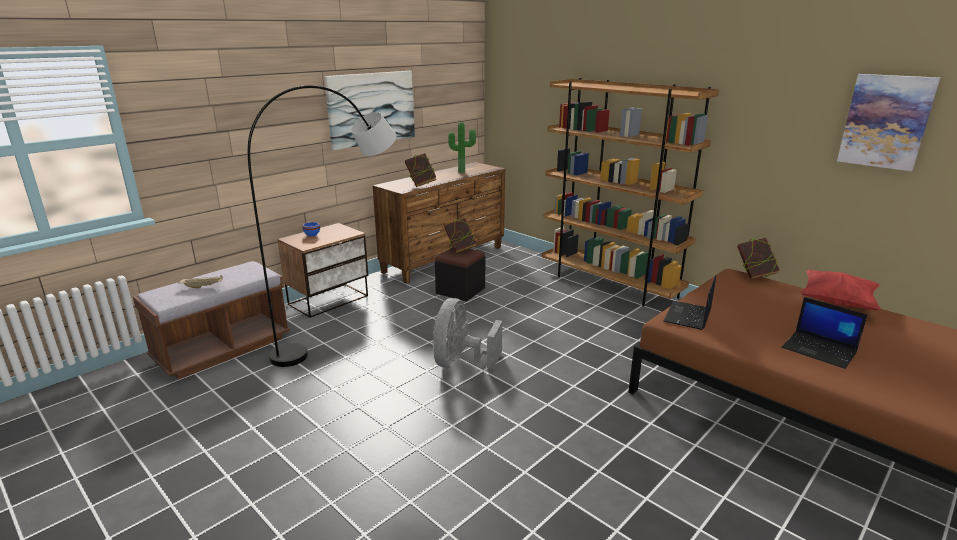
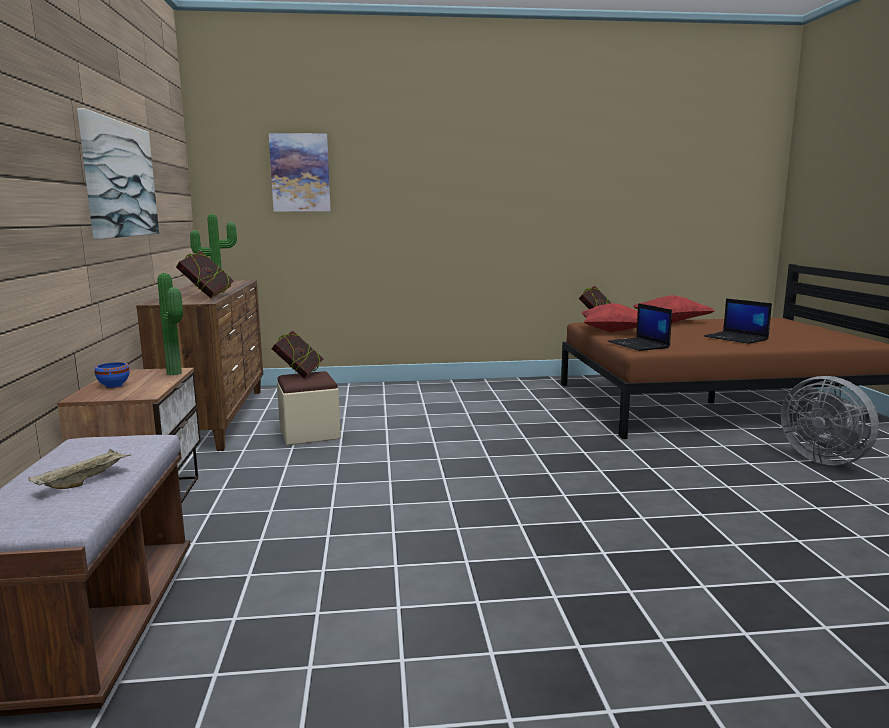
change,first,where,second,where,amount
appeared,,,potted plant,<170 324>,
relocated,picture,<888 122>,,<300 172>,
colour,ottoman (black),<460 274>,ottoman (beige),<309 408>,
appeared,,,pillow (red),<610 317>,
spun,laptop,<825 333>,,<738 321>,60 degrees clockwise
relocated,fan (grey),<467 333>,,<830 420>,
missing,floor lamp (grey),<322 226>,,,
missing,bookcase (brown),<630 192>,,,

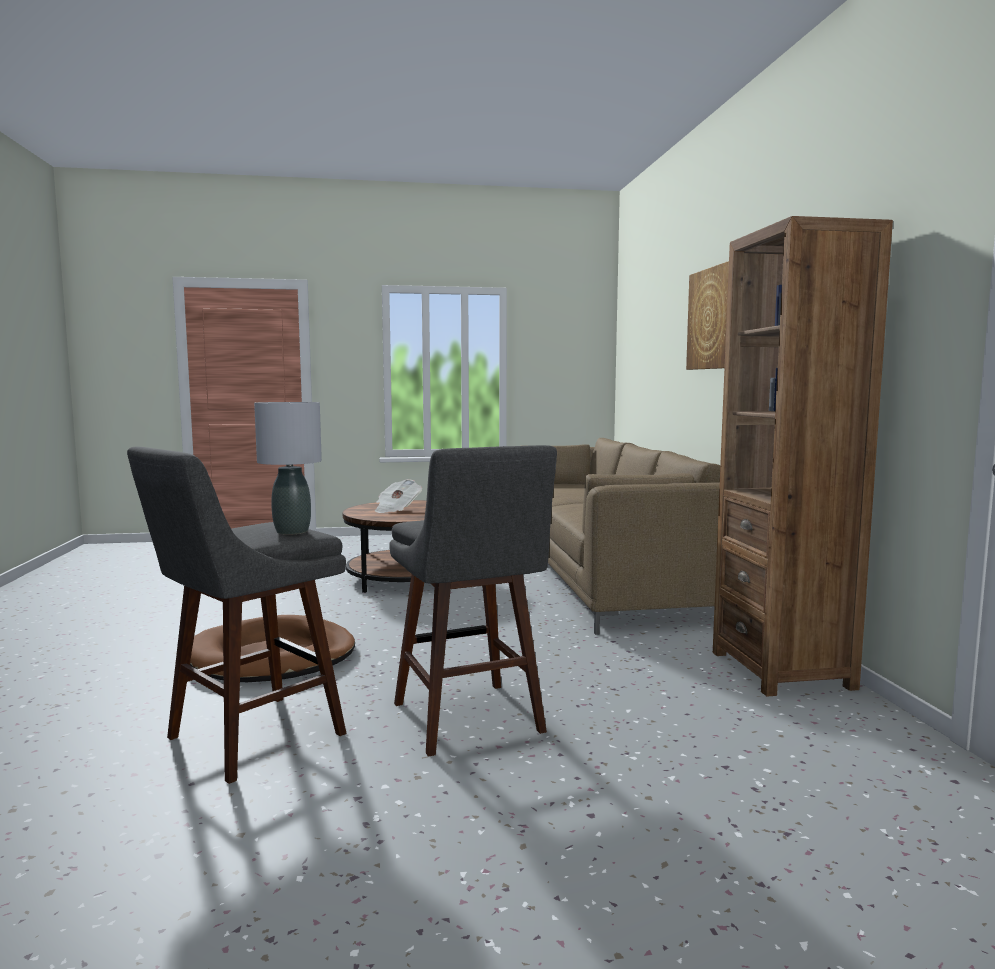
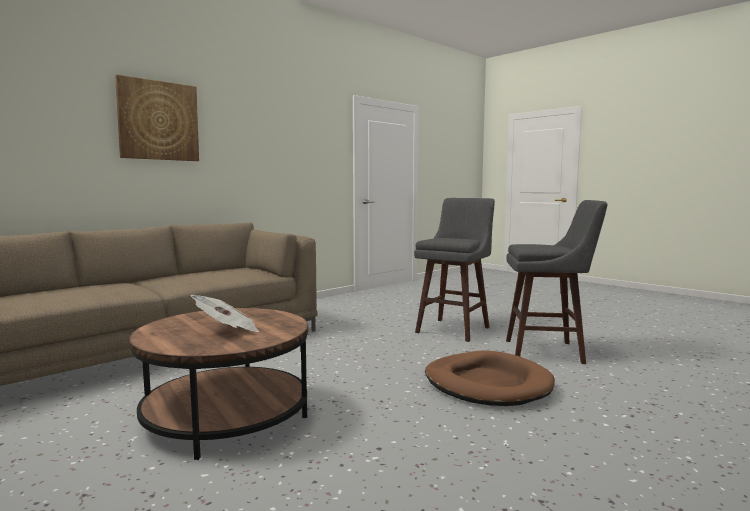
change,first,where,second,where,amount
missing,table lamp (grey),<288 468>,,,
missing,bookcase (brown),<803 456>,,,

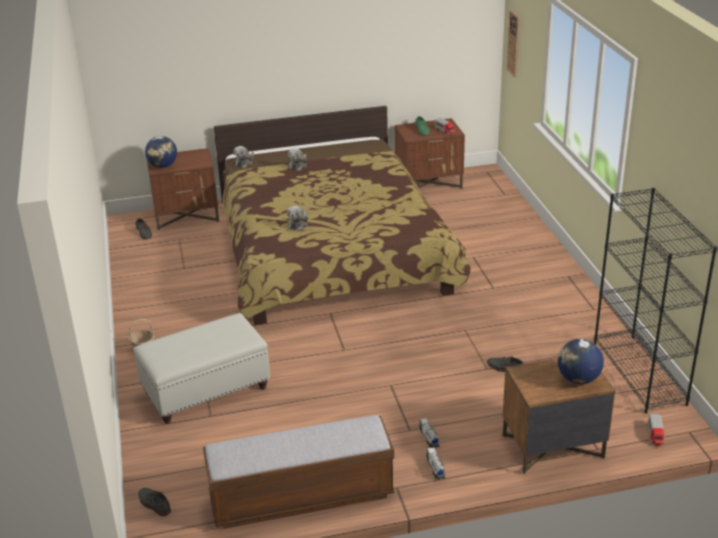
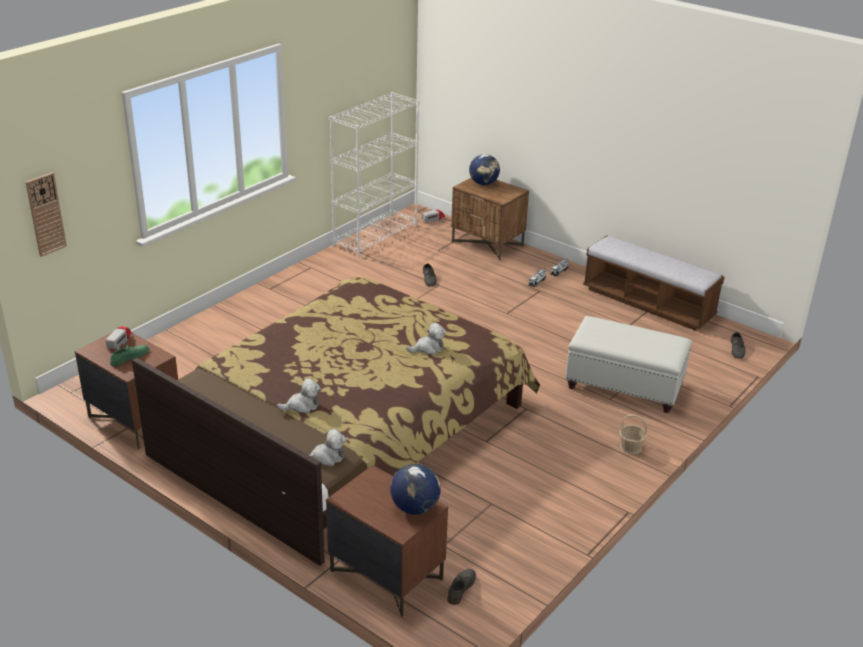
change,first,where,second,where,amount
colour,bookcase (black),<655 301>,bookcase (white),<374 174>,

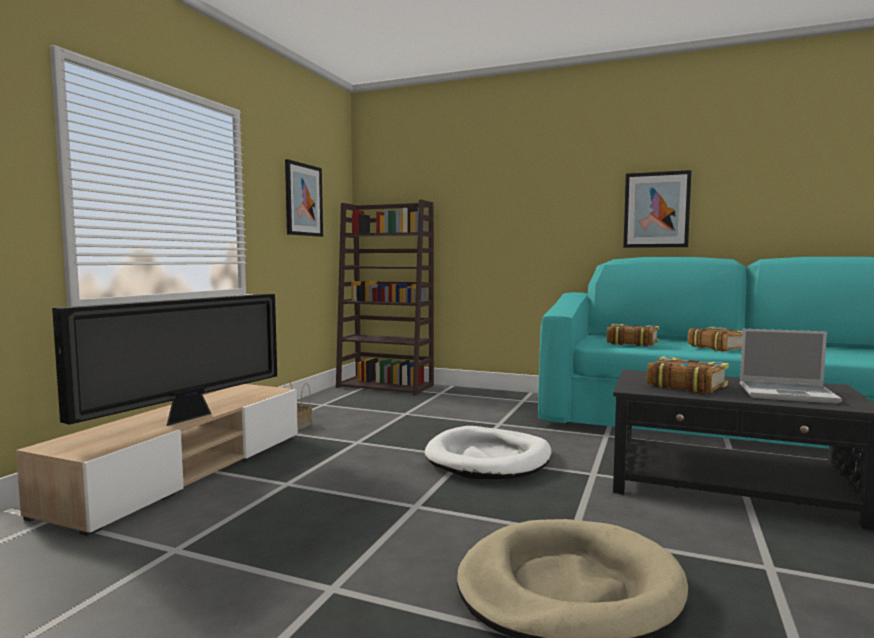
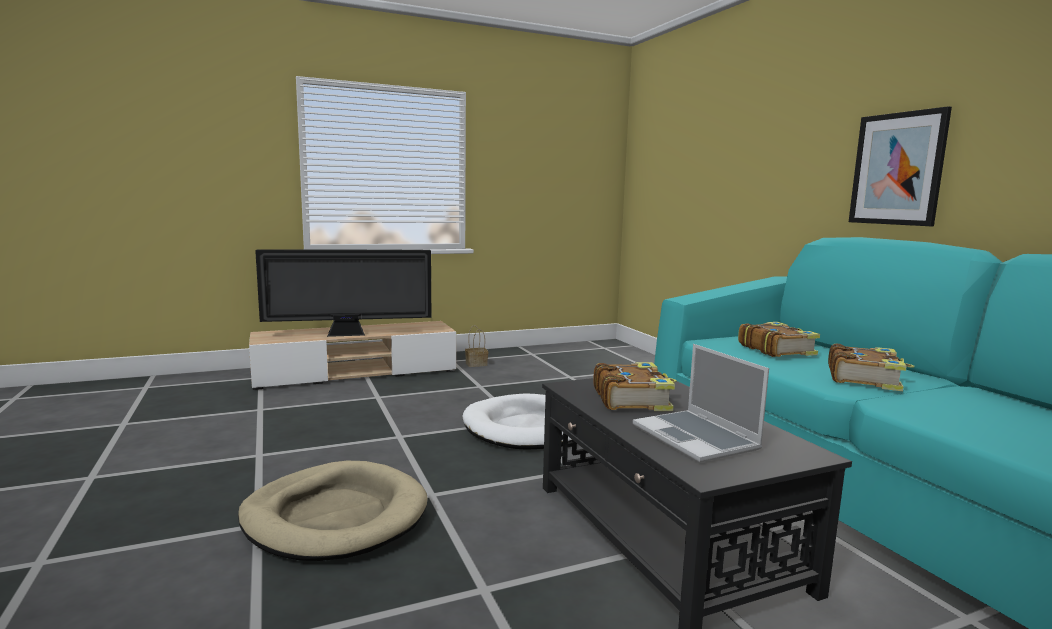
change,first,where,second,where,amount
missing,picture,<304 198>,,,
missing,bookcase (brown),<385 297>,,,

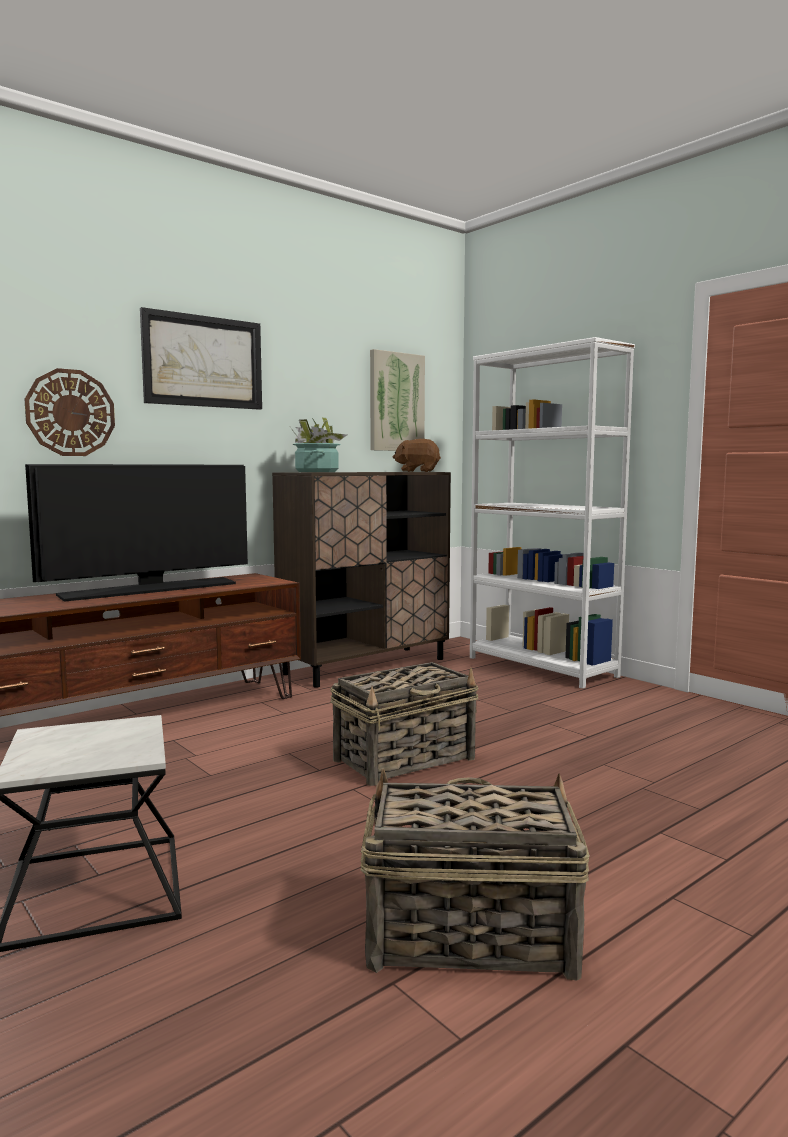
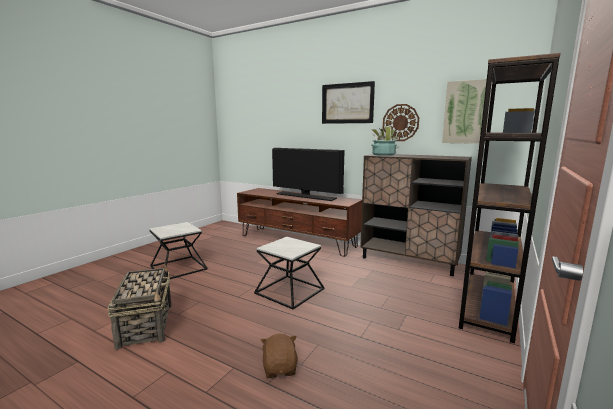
change,first,where,second,where,amount
exchanged,basket,<404 724>,side table,<289 273>,
relocated,plush toy (brown),<417 455>,,<279 356>,
relocated,wall clock,<69 412>,,<401 122>,
colour,bookcase (white),<552 513>,bookcase (brown),<510 198>,

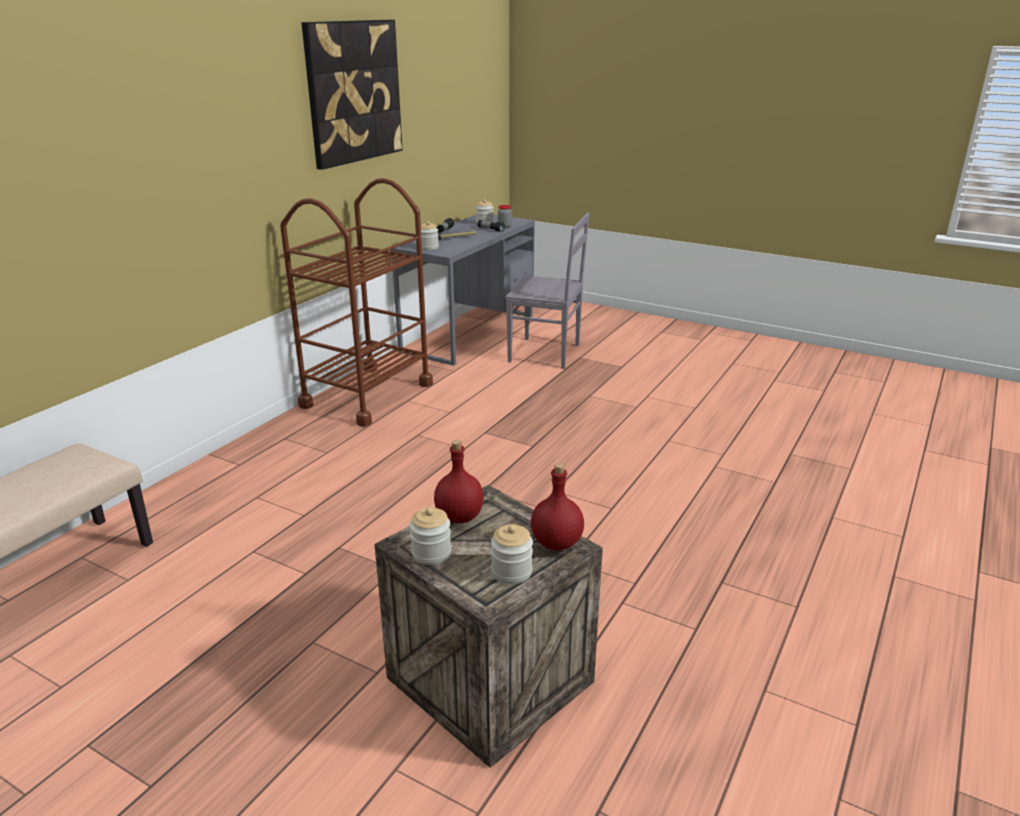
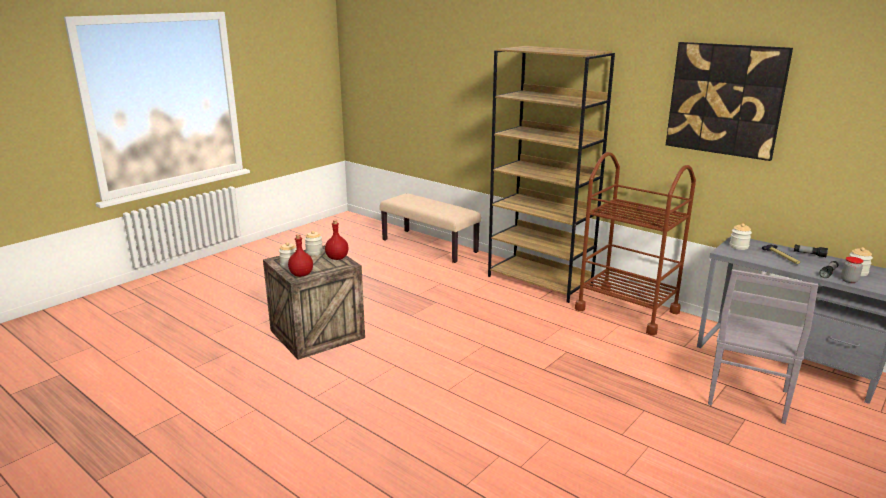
change,first,where,second,where,amount
appeared,,,bookcase (brown),<551 174>,

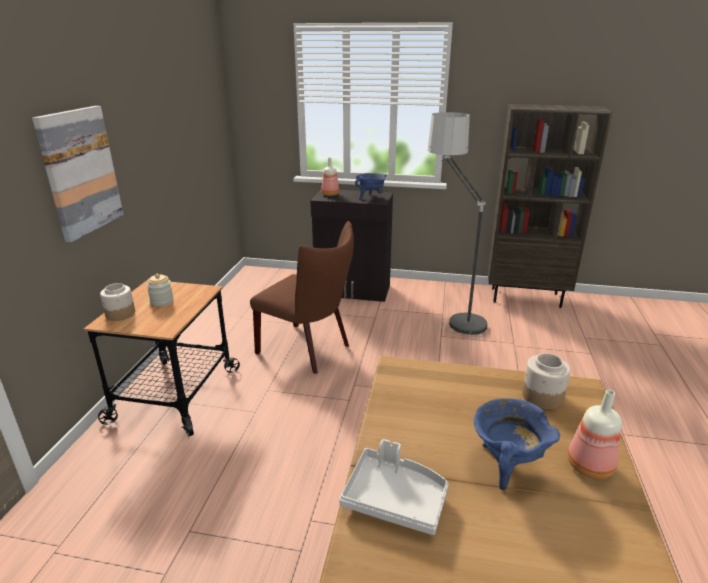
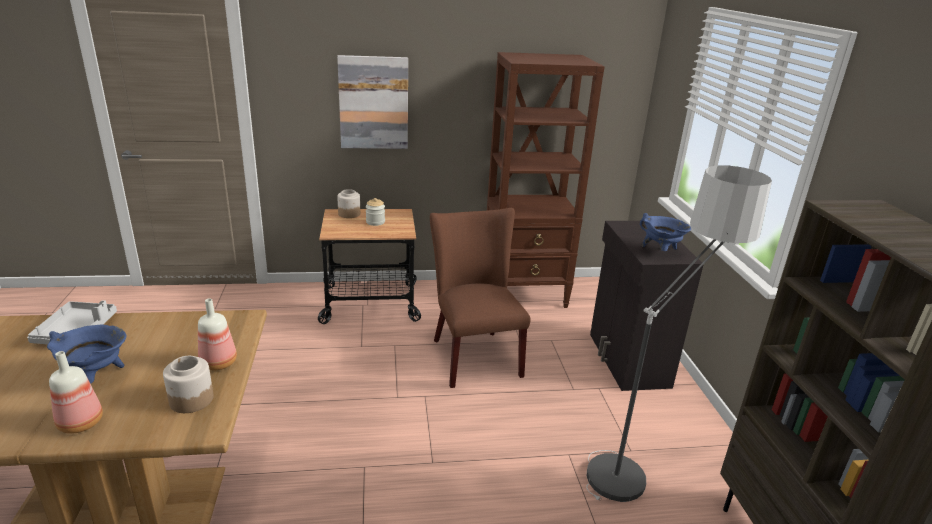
change,first,where,second,where,amount
relocated,bottle,<330 177>,,<217 334>,
spun,chair (brown),<302 297>,,<480 298>,150 degrees clockwise
appeared,,,bookcase (brown),<546 180>,

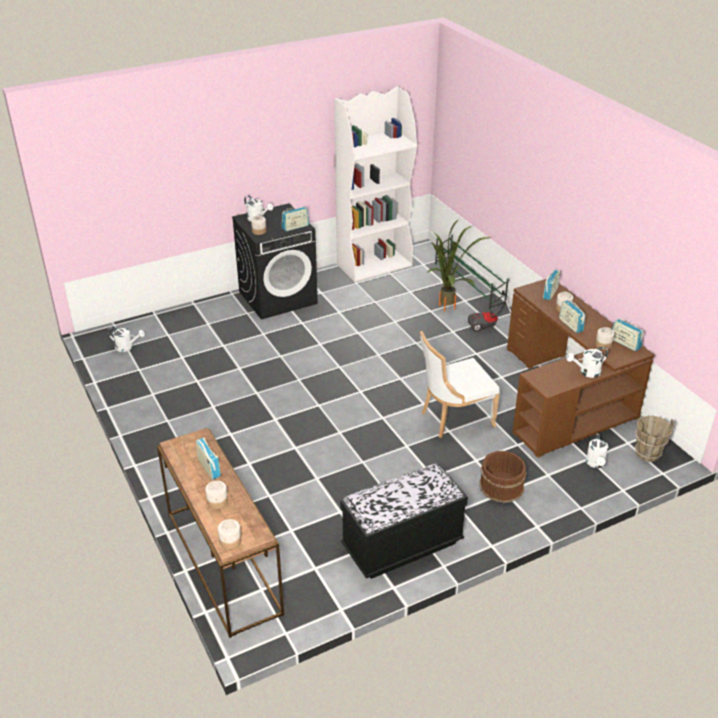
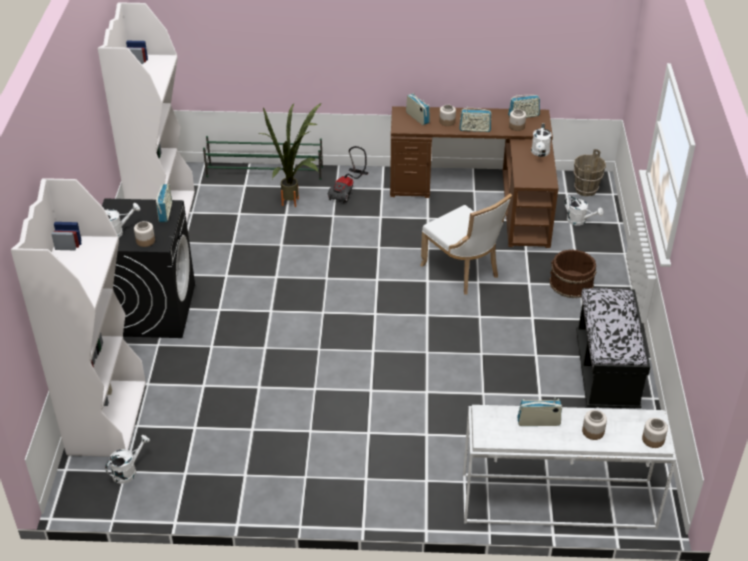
change,first,where,second,where,amount
appeared,,,bookcase (white),<78 317>,
spun,chair (white),<460 384>,,<466 244>,45 degrees counterclockwise
colour,console table (brown),<220 533>,console table (white),<569 467>,

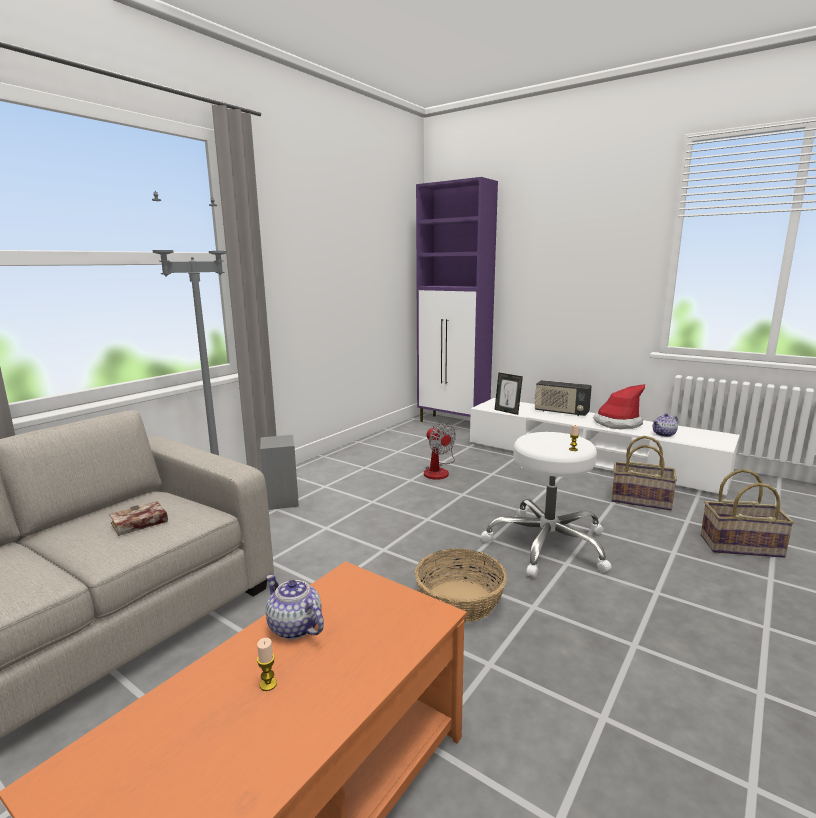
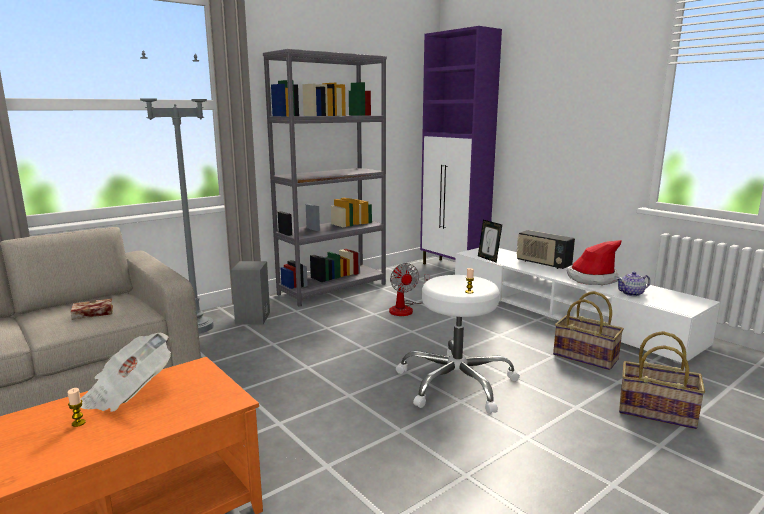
change,first,where,second,where,amount
exchanged,teapot,<295 607>,newspaper,<126 372>,
appeared,,,bookcase (grey),<325 178>,
missing,basket,<461 586>,,,

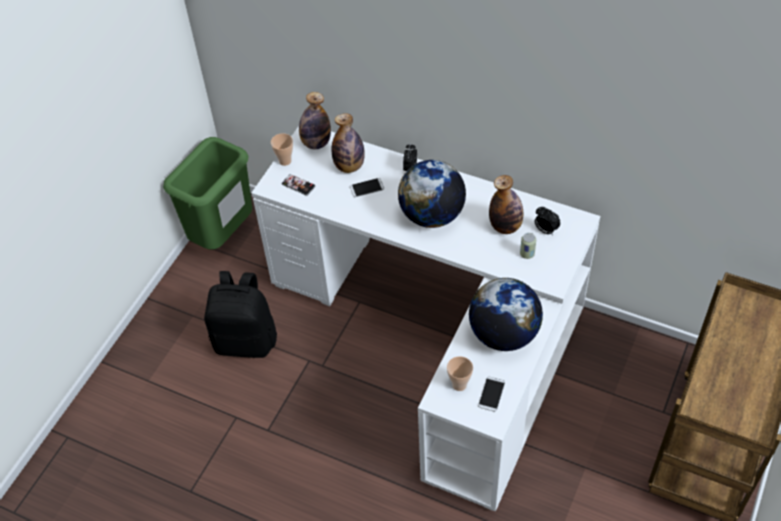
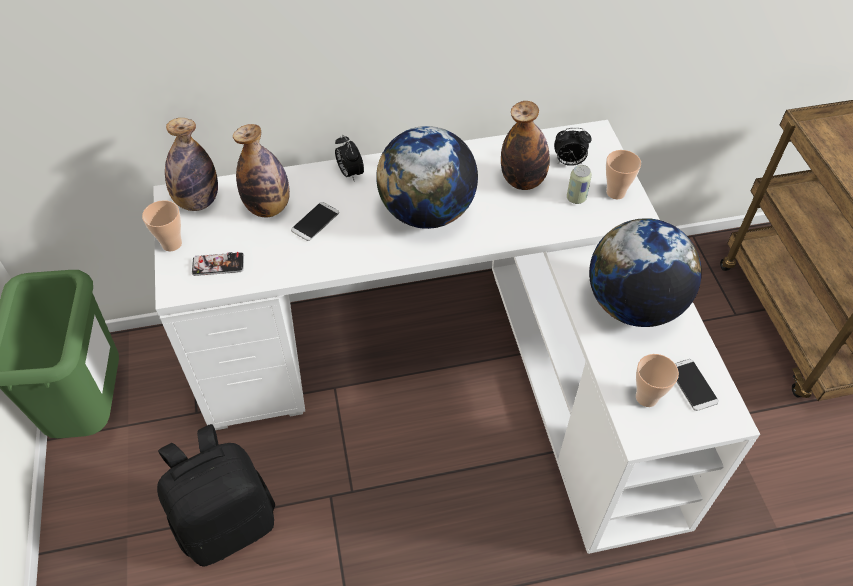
change,first,where,second,where,amount
appeared,,,cup,<623 174>,

